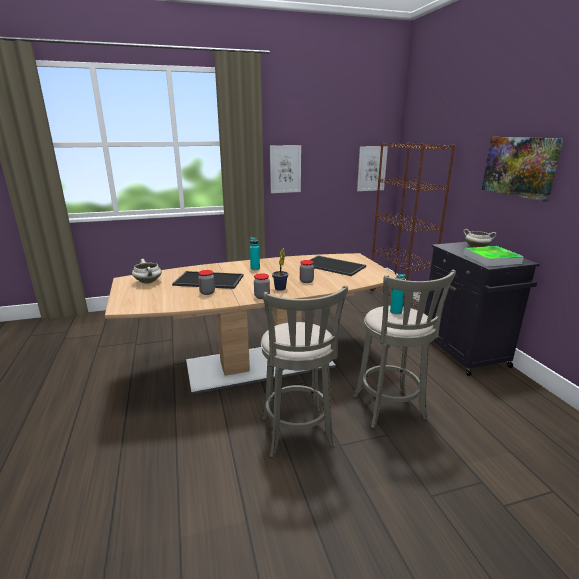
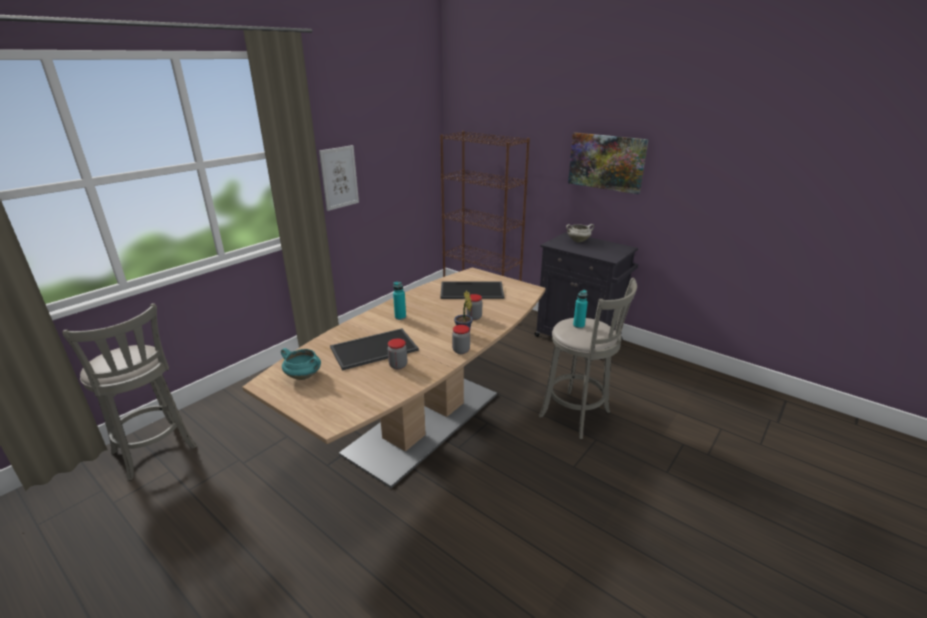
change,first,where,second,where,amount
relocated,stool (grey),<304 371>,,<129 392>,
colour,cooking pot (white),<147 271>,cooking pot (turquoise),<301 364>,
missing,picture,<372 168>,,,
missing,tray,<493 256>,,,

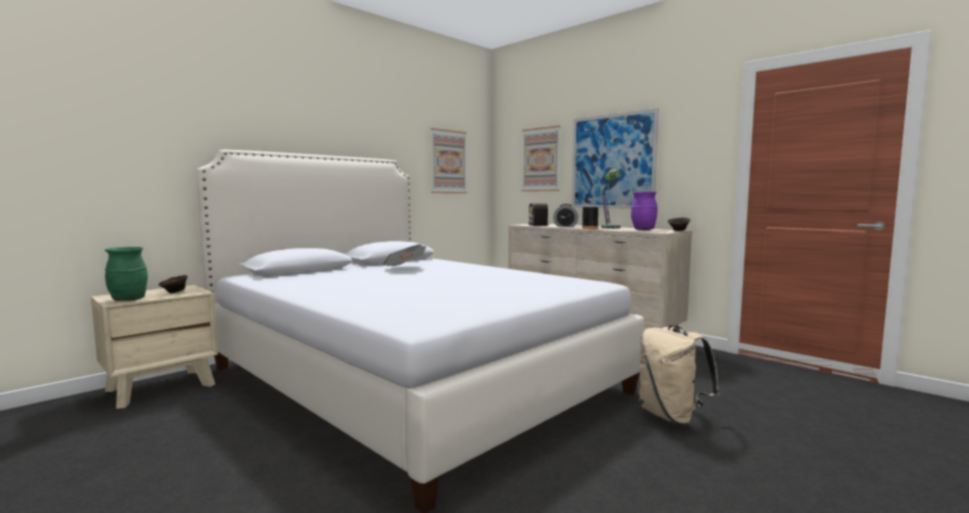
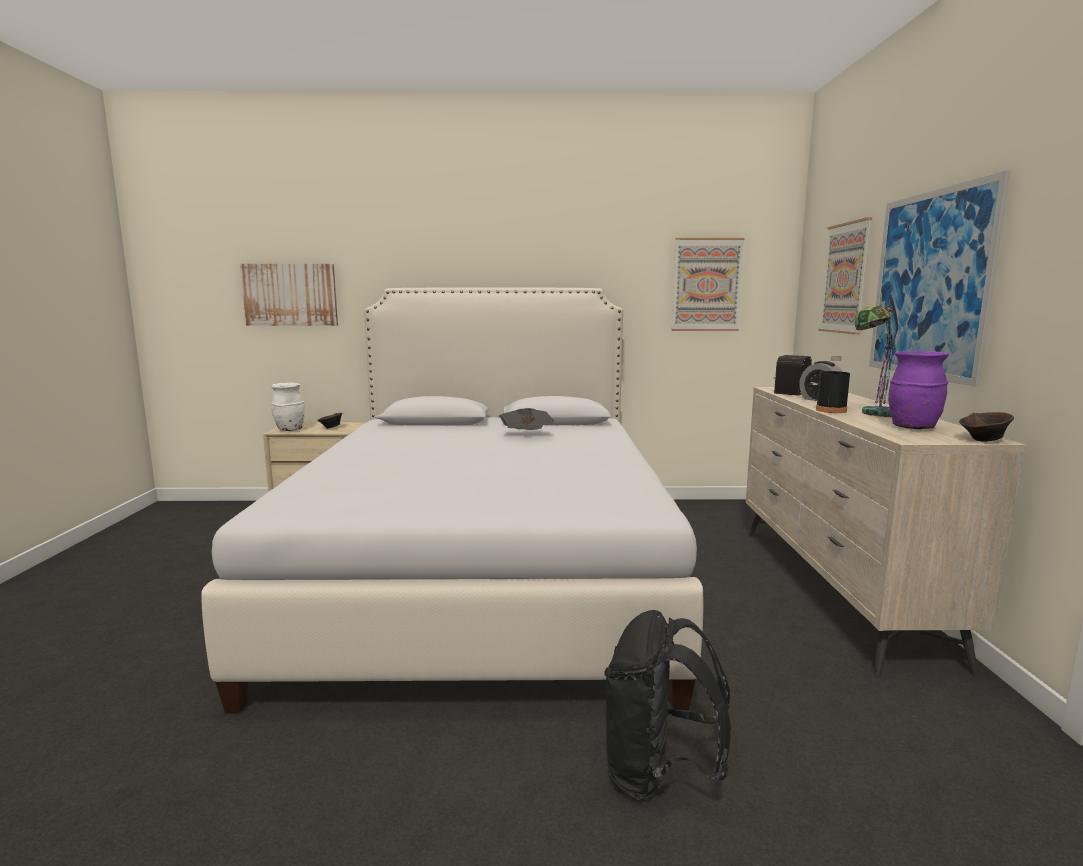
change,first,where,second,where,amount
appeared,,,picture,<289 295>,
colour,vase (green),<126 274>,vase (white),<288 407>,
colour,backpack (beige),<679 375>,backpack (black),<667 705>,

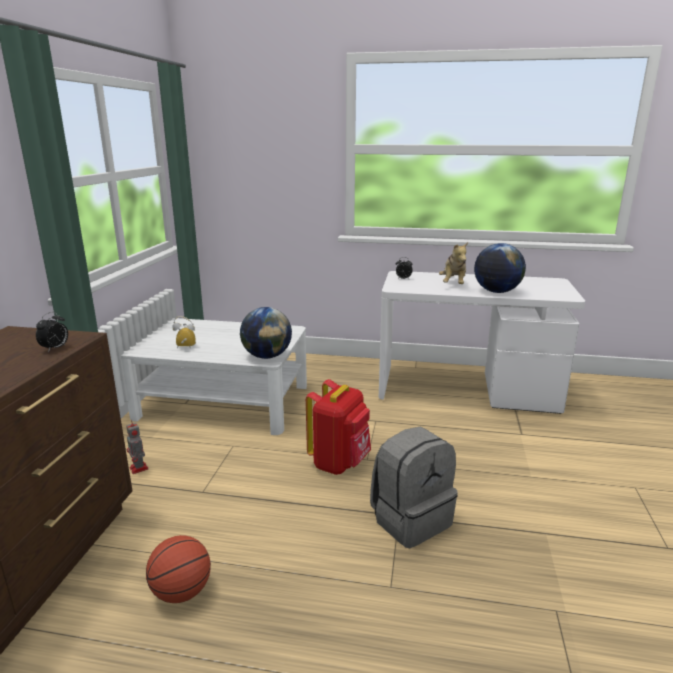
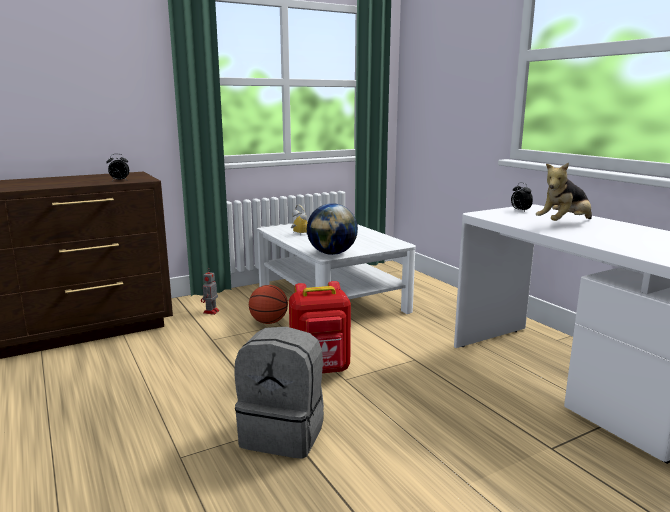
change,first,where,second,where,amount
relocated,basketball,<178 569>,,<268 304>,
missing,globe,<500 268>,,,

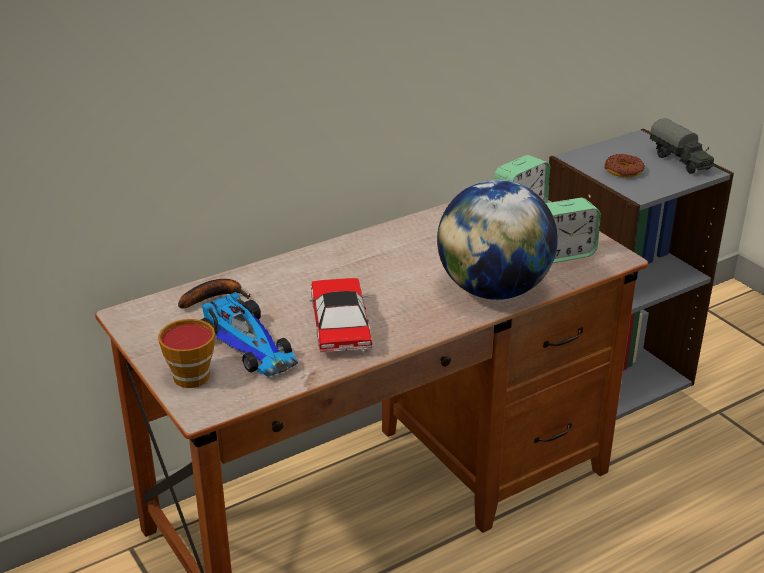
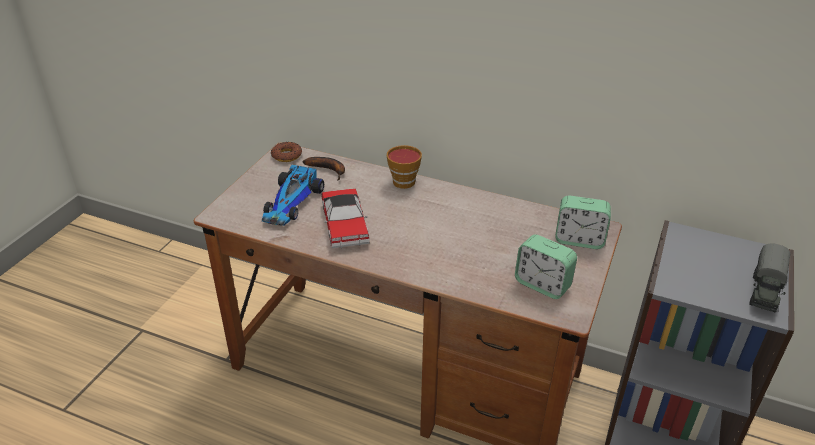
change,first,where,second,where,amount
relocated,donut,<624 165>,,<286 152>,
spun,toy car,<341 315>,,<345 218>,120 degrees clockwise
relocated,cup,<186 353>,,<404 167>,
missing,globe,<497 240>,,,

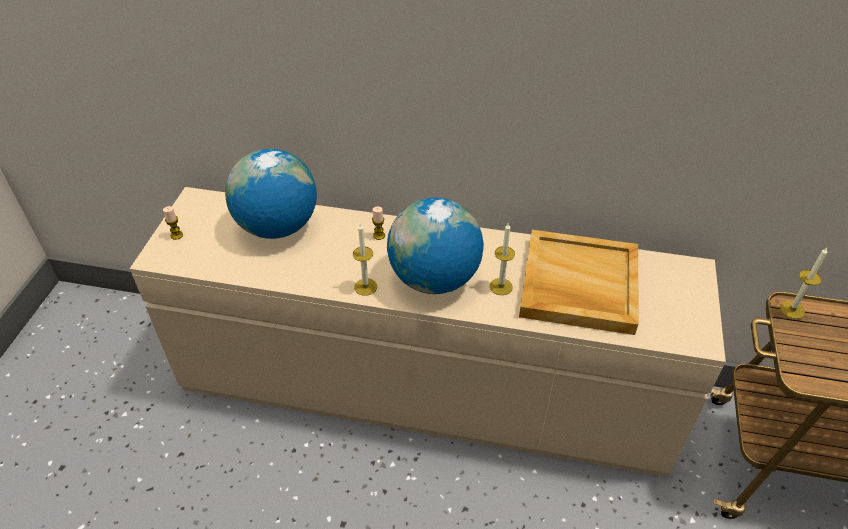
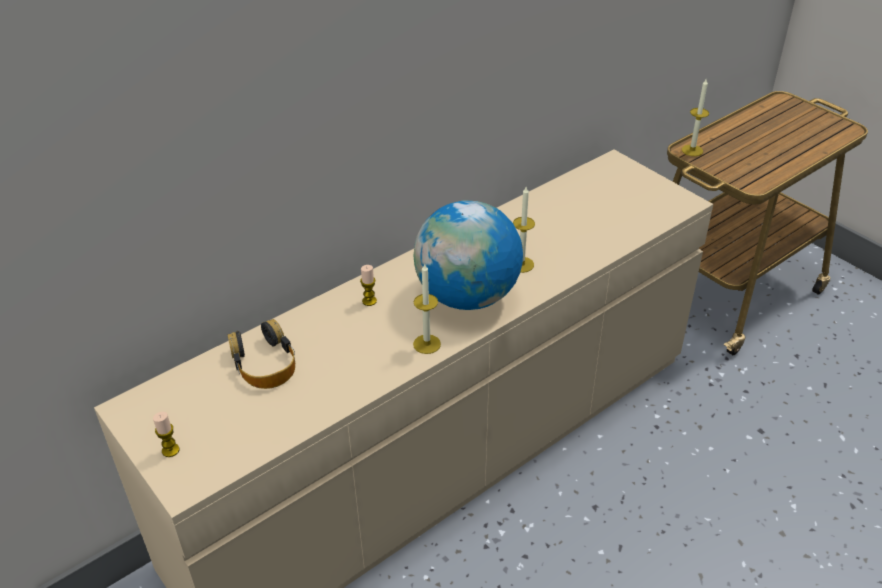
change,first,where,second,where,amount
exchanged,globe,<271 194>,headphones,<261 354>,
missing,tray (beige),<578 282>,,,

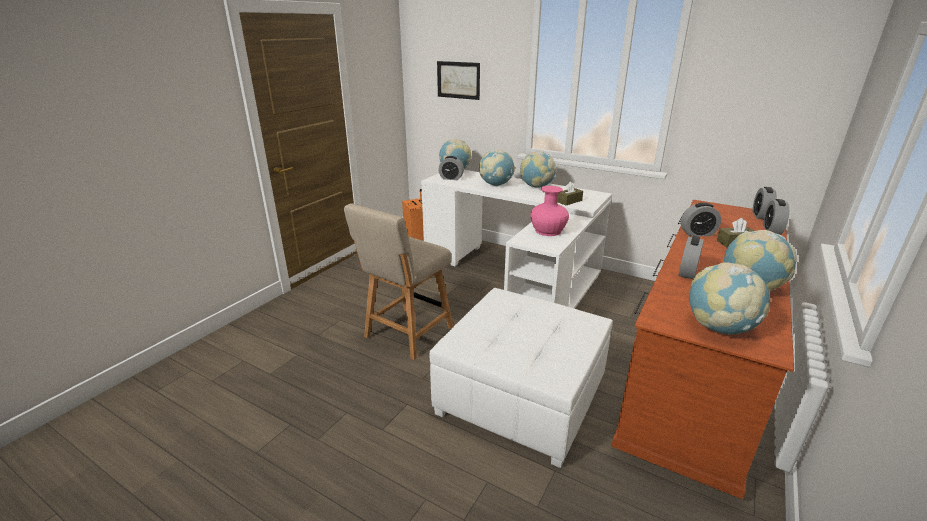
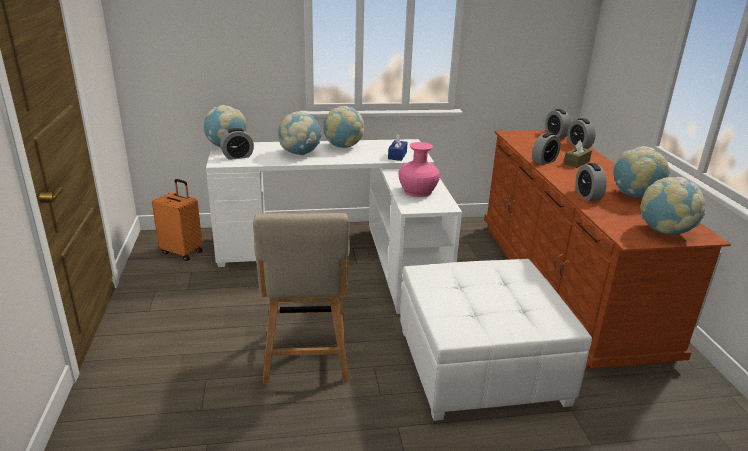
change,first,where,second,where,amount
colour,tissue box (brown),<570 193>,tissue box (blue),<398 147>,
missing,picture,<458 80>,,,

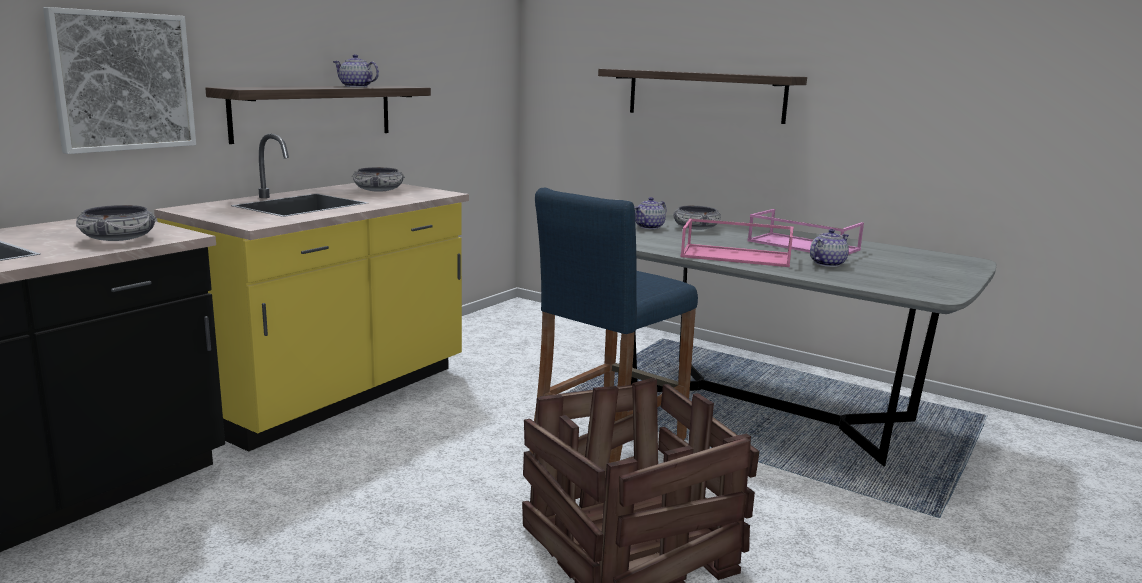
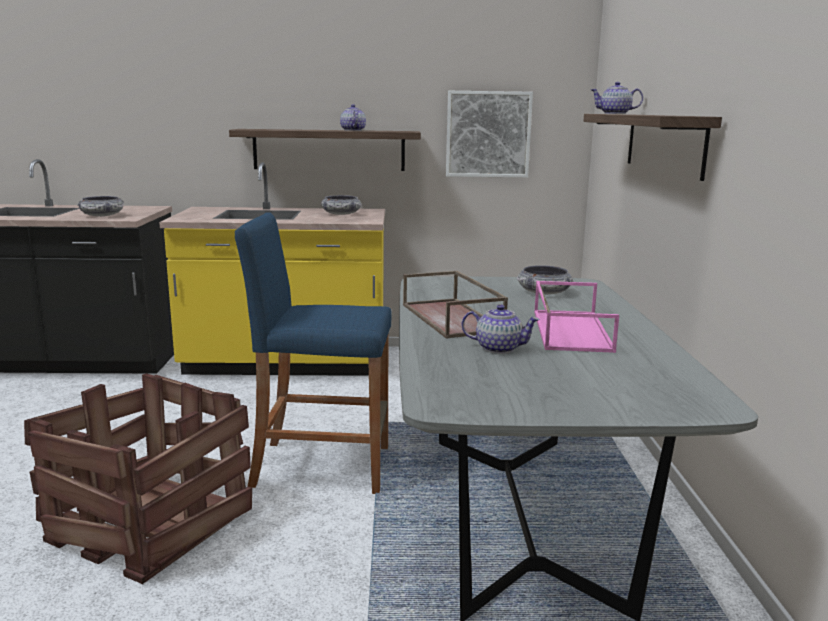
change,first,where,second,where,amount
colour,tray (pink),<737 242>,tray (brown),<455 305>,
relocated,picture,<119 80>,,<489 134>,
relocated,teapot,<650 213>,,<617 98>,

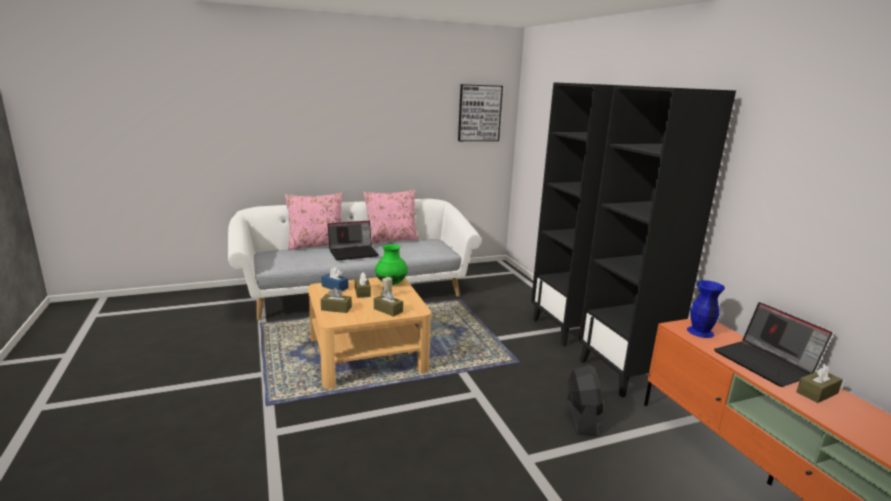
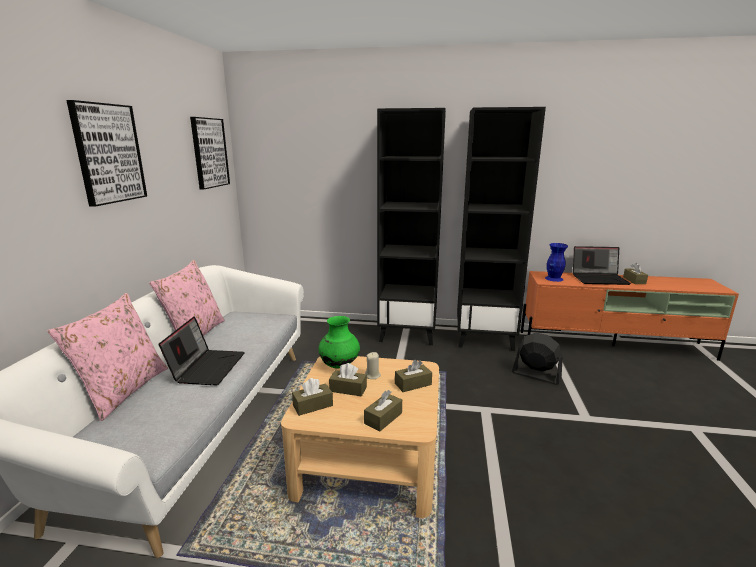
change,first,where,second,where,amount
appeared,,,picture,<106 153>,
colour,tissue box (blue),<335 279>,tissue box (brown),<312 397>,

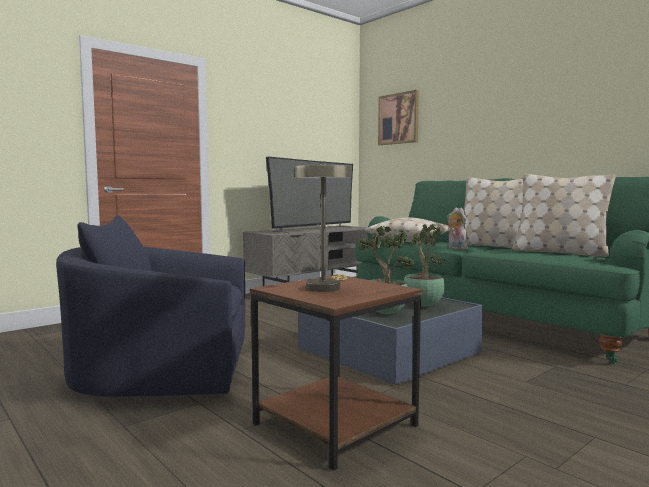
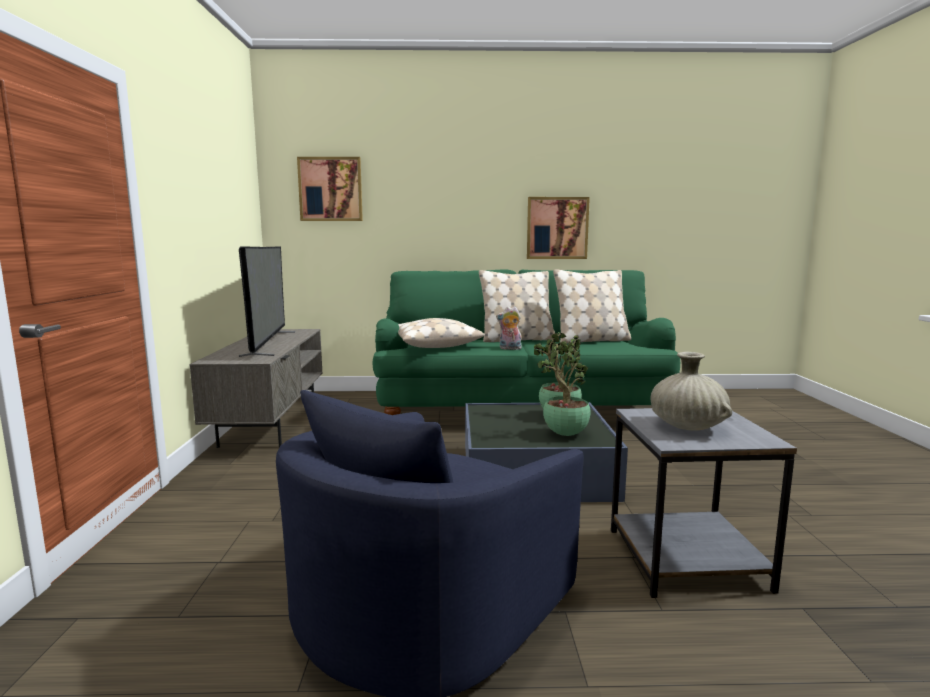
change,first,where,second,where,amount
appeared,,,picture,<558 228>,
colour,side table (brown),<336 372>,side table (grey),<704 503>,
exchanged,table lamp (beige),<323 228>,vase (beige),<691 391>,

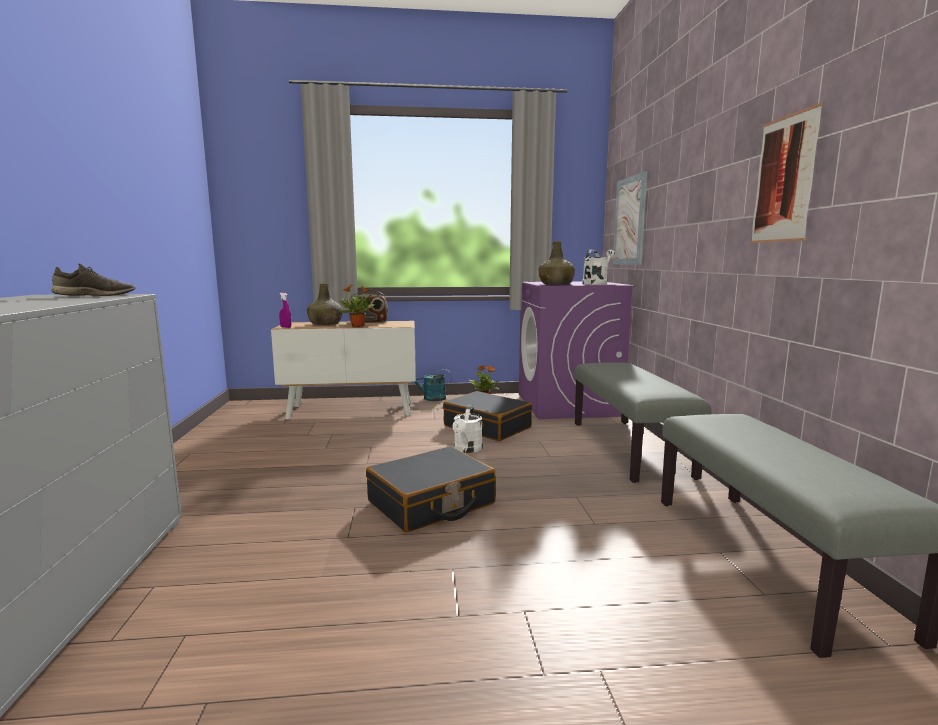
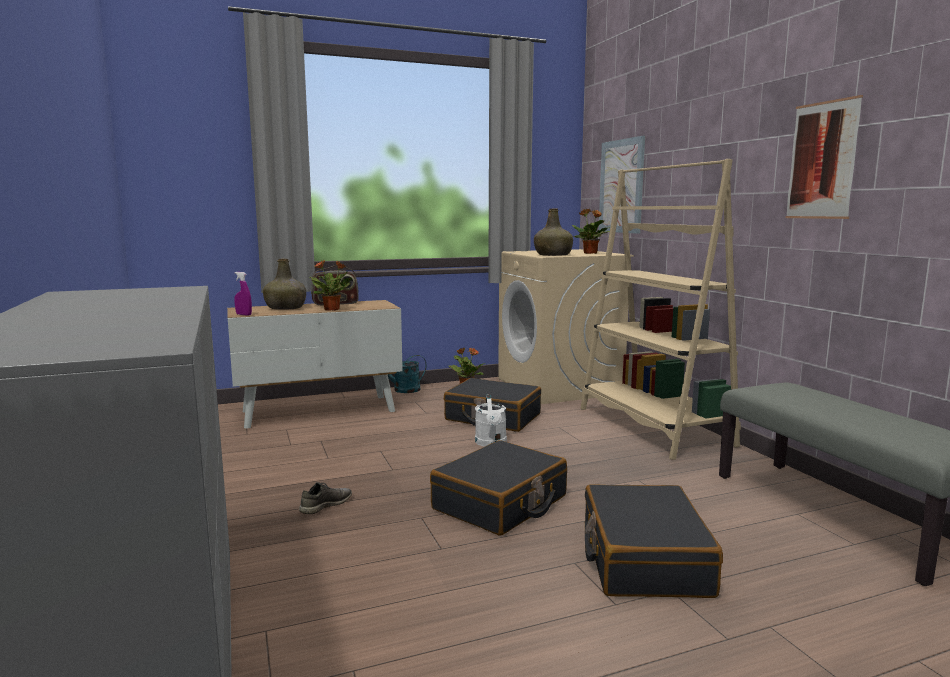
change,first,where,second,where,amount
relocated,shoe (grey),<93 280>,,<325 498>,
colour,washing machine (purple),<577 350>,washing machine (beige),<566 326>,
exchanged,watering can (white),<599 267>,potted plant,<591 231>,
exchanged,bench (grey),<643 422>,bookcase (beige),<661 309>,
appeared,,,suitcase (black),<654 541>,

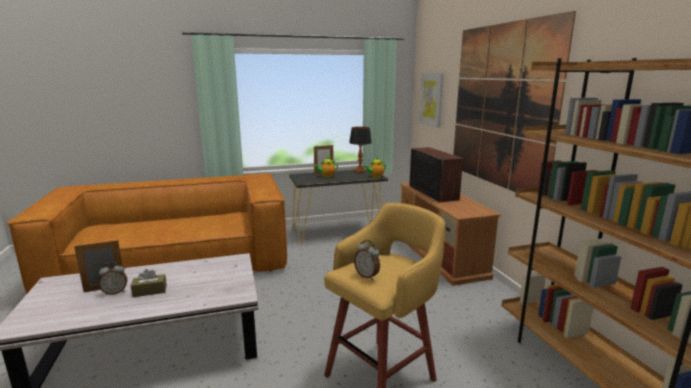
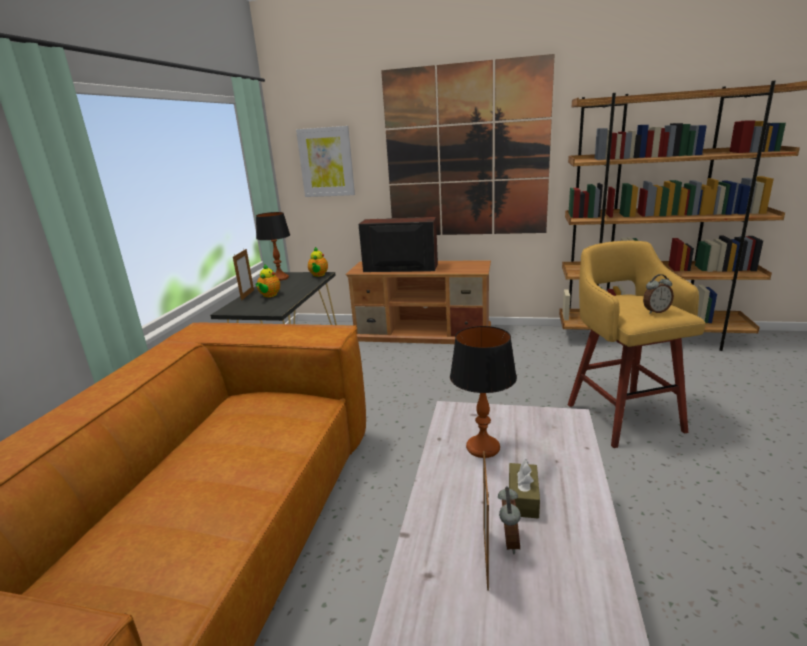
change,first,where,second,where,amount
appeared,,,table lamp,<483 392>,

